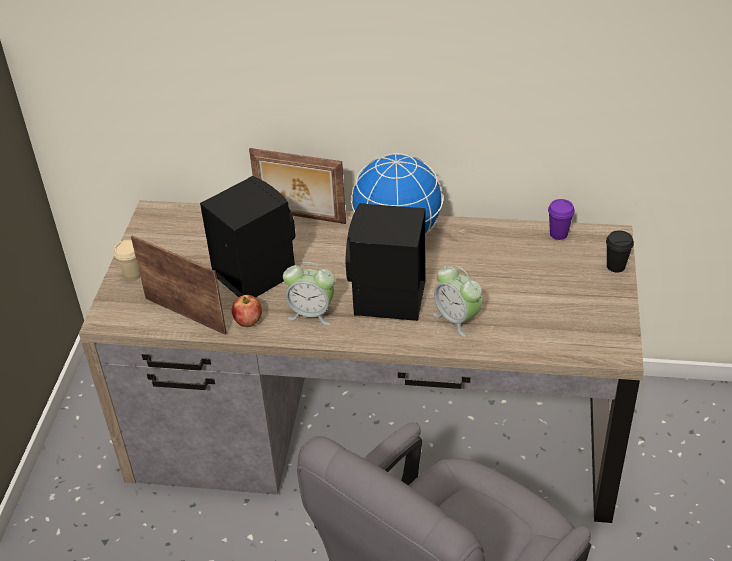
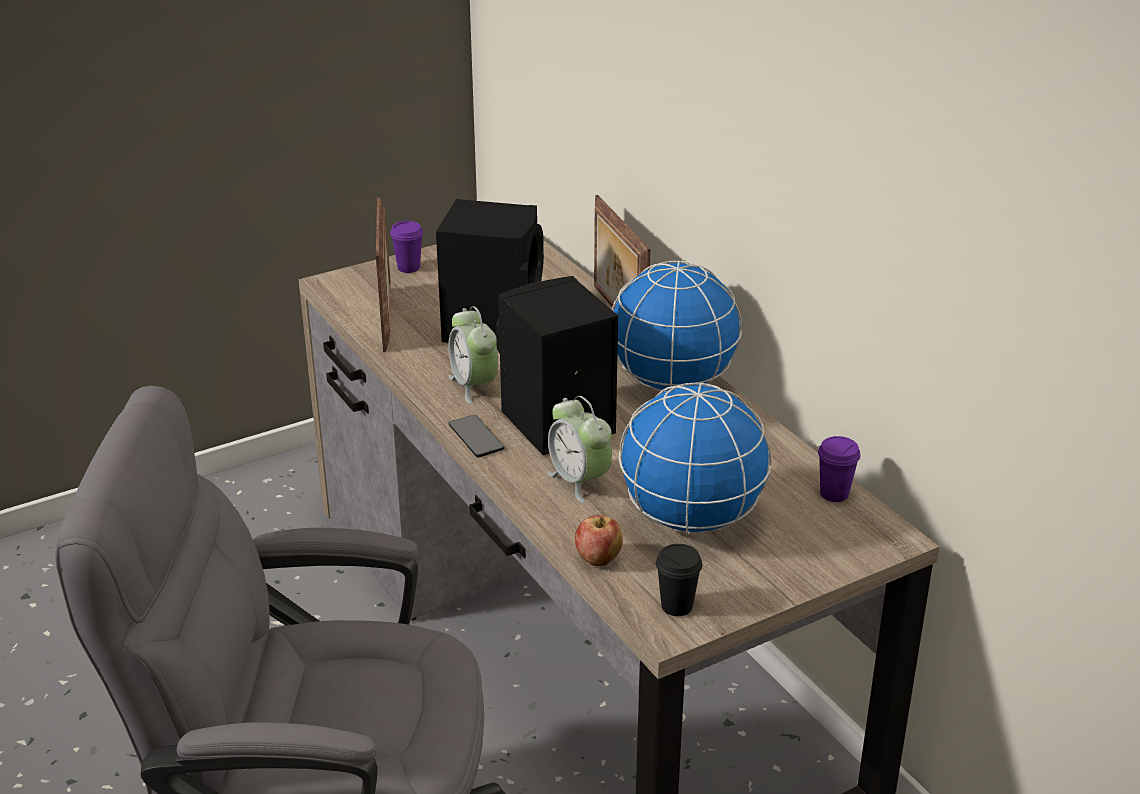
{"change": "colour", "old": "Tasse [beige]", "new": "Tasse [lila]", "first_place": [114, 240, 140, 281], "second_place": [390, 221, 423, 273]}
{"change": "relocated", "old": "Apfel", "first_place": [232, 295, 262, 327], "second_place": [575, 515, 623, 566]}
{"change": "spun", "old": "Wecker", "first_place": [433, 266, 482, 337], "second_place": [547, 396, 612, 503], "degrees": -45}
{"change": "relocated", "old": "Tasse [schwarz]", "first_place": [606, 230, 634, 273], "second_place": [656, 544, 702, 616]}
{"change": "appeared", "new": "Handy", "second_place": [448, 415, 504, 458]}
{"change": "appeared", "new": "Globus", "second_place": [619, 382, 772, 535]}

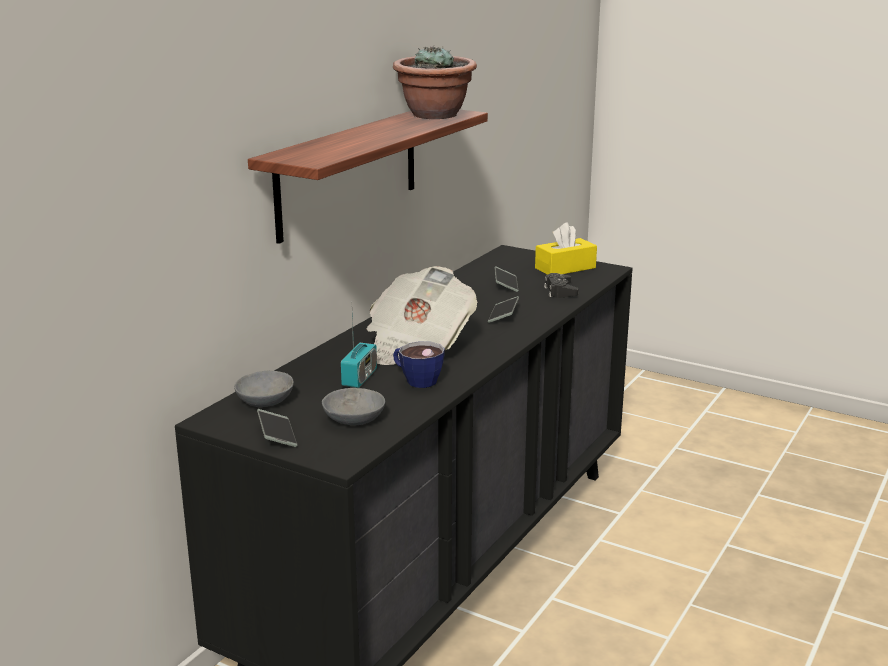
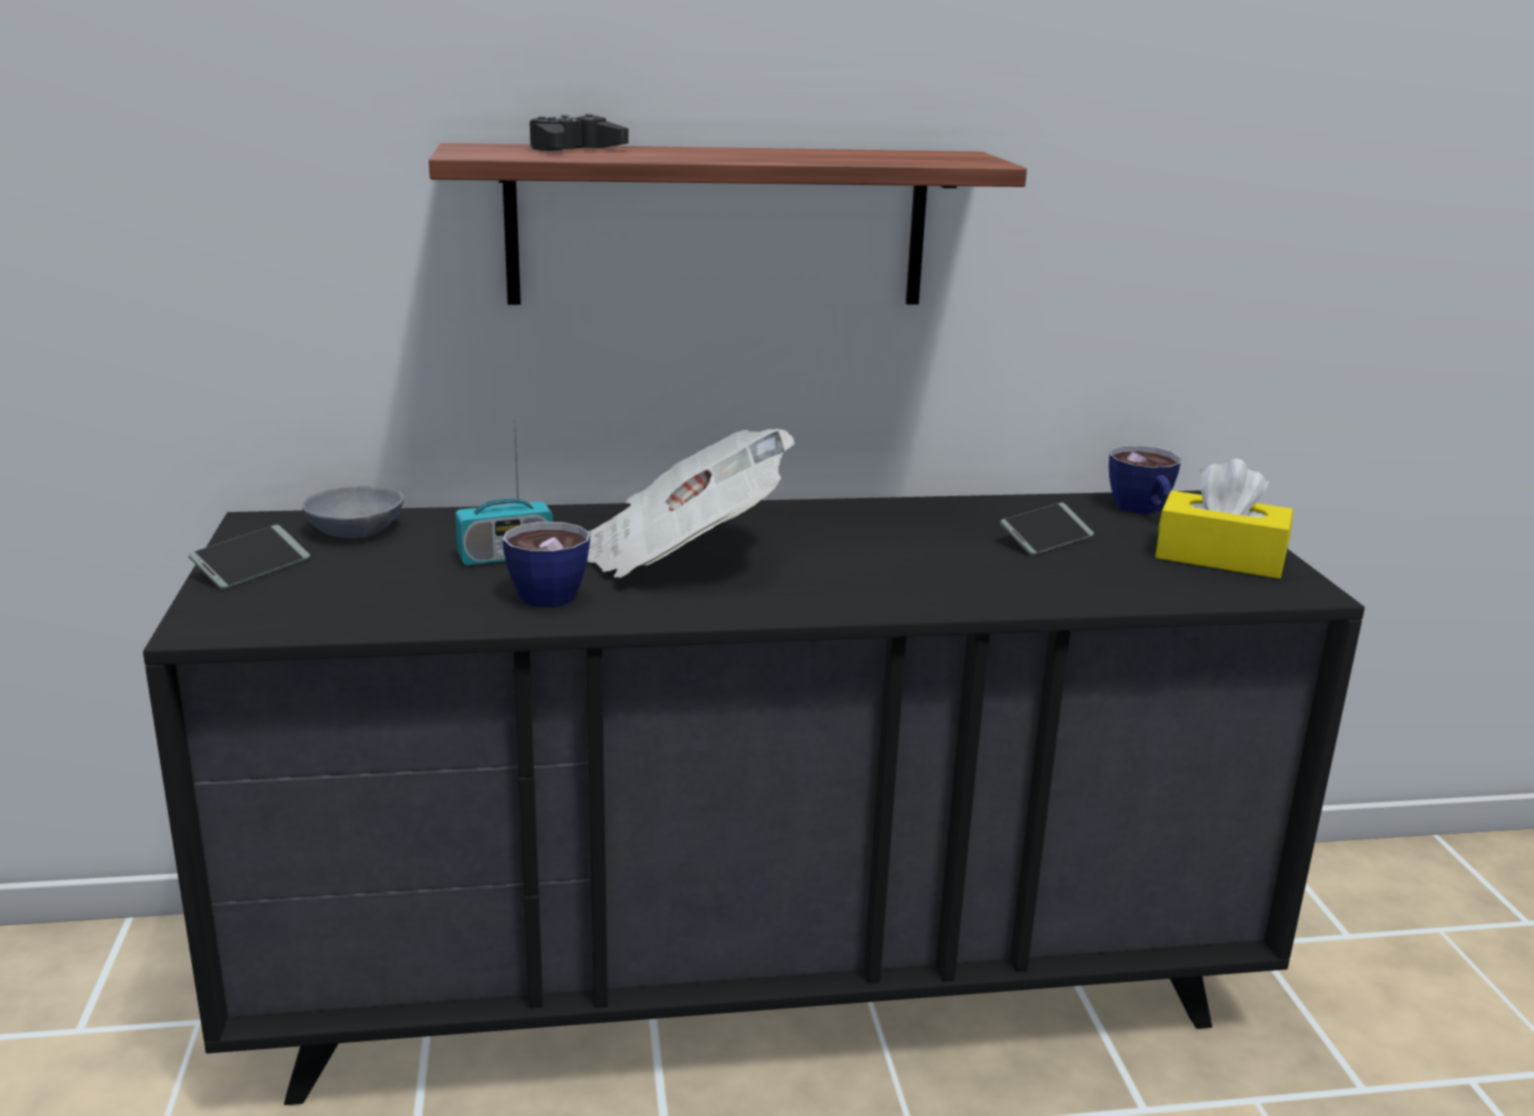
{"change": "missing", "old": "Schüssel [grau]", "first_place": [322, 388, 385, 425]}
{"change": "missing", "old": "Topfpflanze", "first_place": [393, 46, 477, 119]}
{"change": "missing", "old": "Handy", "first_place": [488, 296, 519, 323]}
{"change": "relocated", "old": "Gamepad [schwarz]", "first_place": [544, 273, 578, 298], "second_place": [530, 114, 629, 151]}
{"change": "appeared", "new": "Tasse", "second_place": [1109, 445, 1181, 514]}

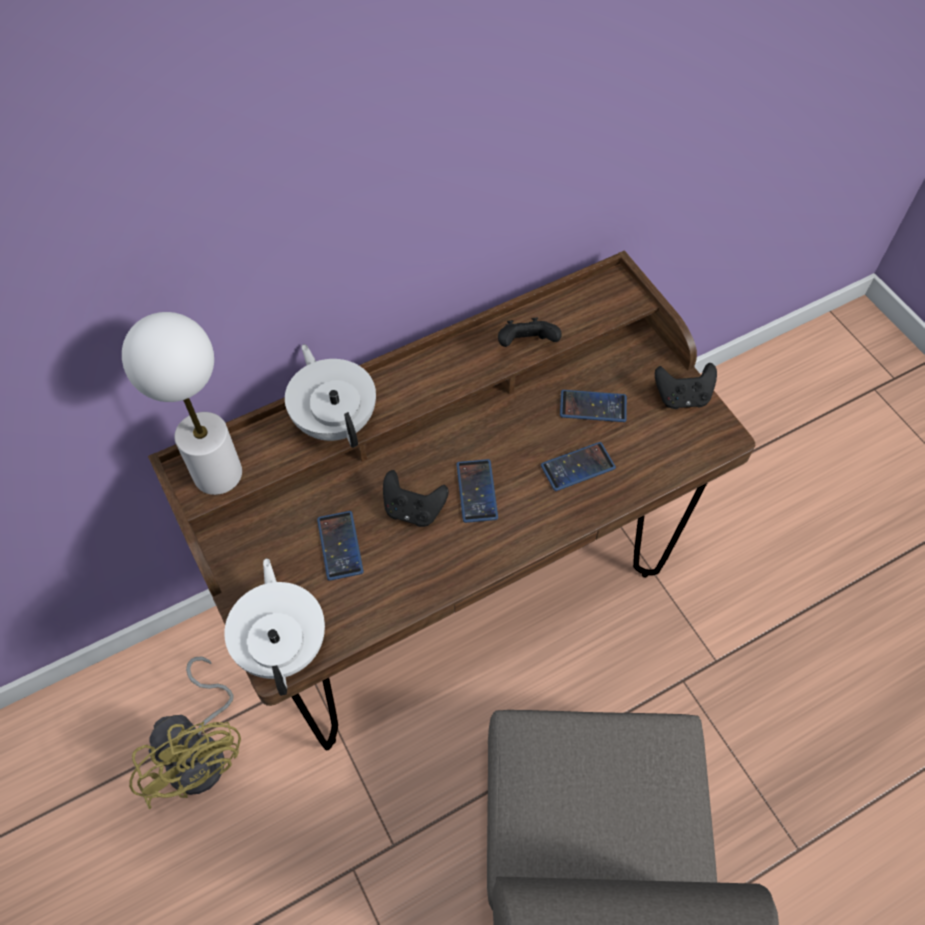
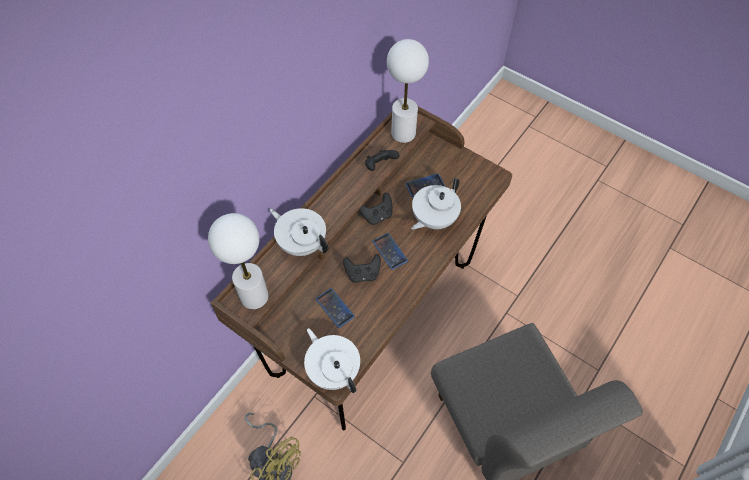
{"change": "exchanged", "old": "Handy", "new": "Teekanne [weiß]", "first_place": [541, 442, 616, 491], "second_place": [411, 178, 461, 230]}
{"change": "relocated", "old": "Gamepad [schwarz]", "first_place": [655, 363, 717, 409], "second_place": [359, 192, 393, 225]}
{"change": "appeared", "new": "Tischlampe [weiß]", "second_place": [387, 39, 429, 143]}

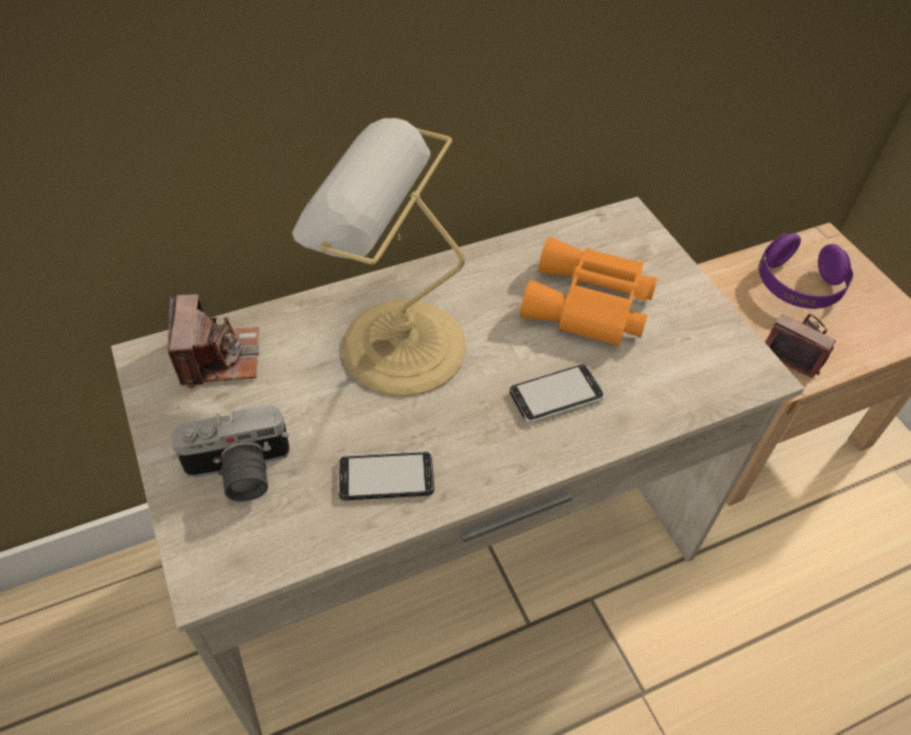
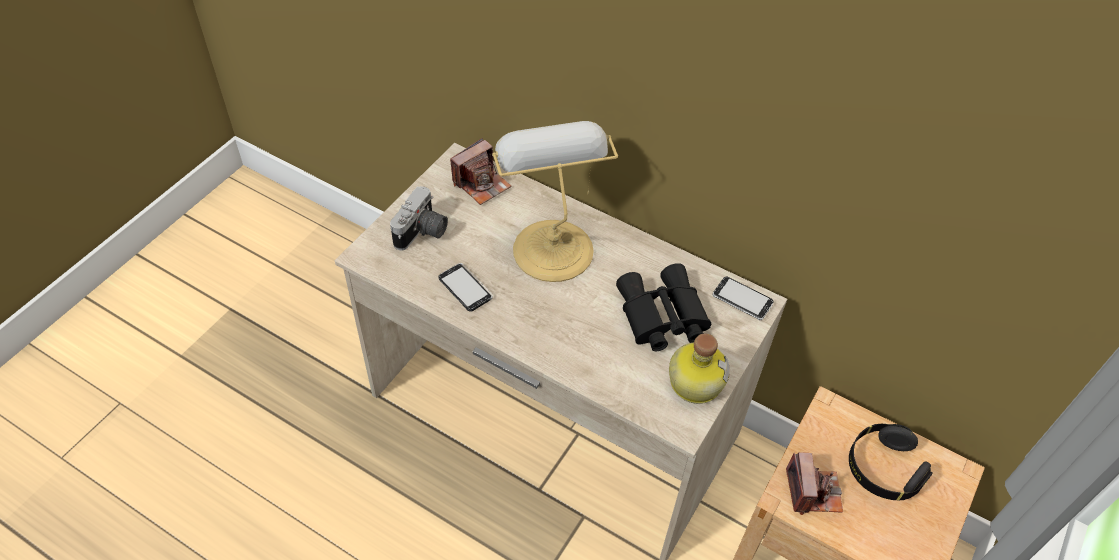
{"change": "spun", "old": "Kamera", "first_place": [170, 404, 290, 501], "second_place": [390, 186, 448, 251], "degrees": -105}
{"change": "relocated", "old": "Handy", "first_place": [510, 365, 605, 423], "second_place": [713, 277, 774, 320]}
{"change": "colour", "old": "Fernglas [orange]", "new": "Fernglas [schwarz]", "first_place": [520, 237, 658, 347], "second_place": [616, 263, 711, 351]}
{"change": "colour", "old": "Kopfhörer [lila]", "new": "Kopfhörer [schwarz]", "first_place": [759, 233, 853, 309], "second_place": [849, 424, 933, 500]}
{"change": "appeared", "new": "Flasche", "second_place": [669, 334, 730, 404]}

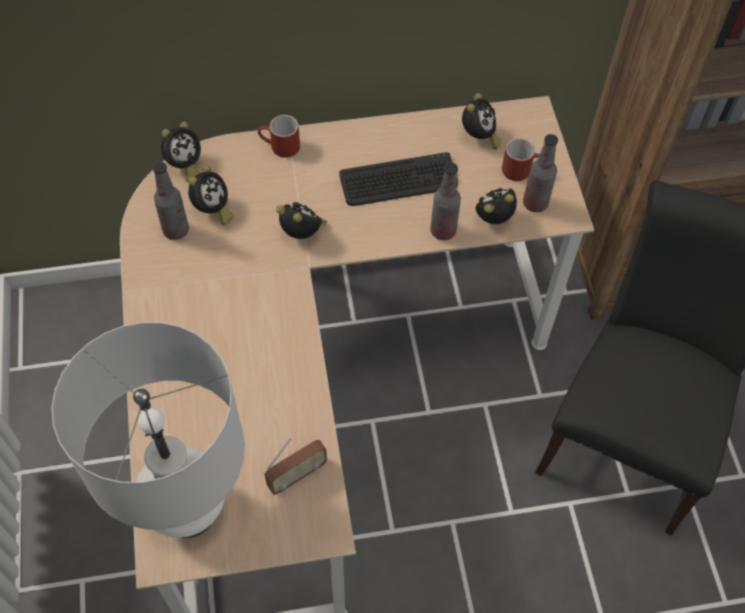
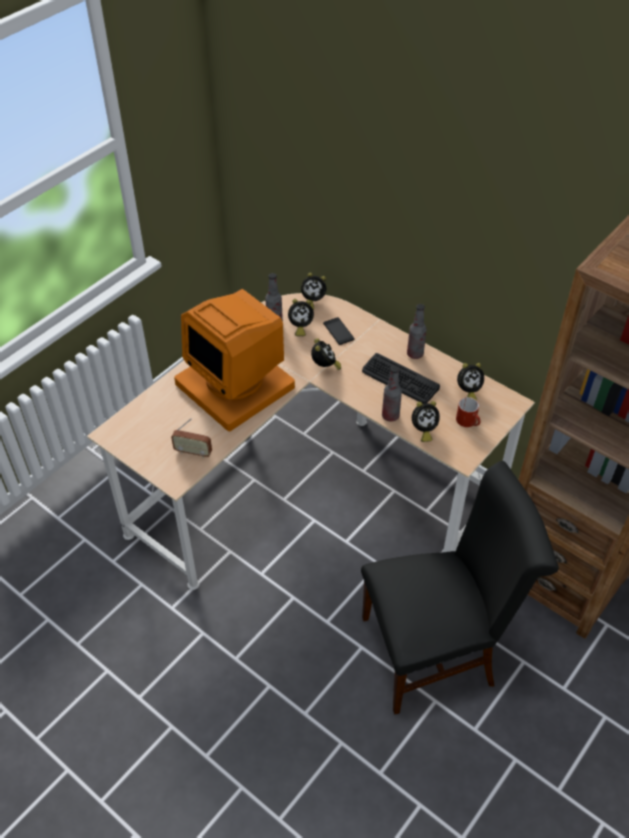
{"change": "missing", "old": "Tischlampe [weiß]", "first_place": [52, 322, 245, 538]}
{"change": "missing", "old": "Henkelbecher [rot]", "first_place": [258, 115, 300, 158]}
{"change": "spun", "old": "Wecker", "first_place": [475, 188, 517, 224], "second_place": [412, 401, 440, 442], "degrees": 135}
{"change": "relocated", "old": "Flasche", "first_place": [523, 134, 558, 212], "second_place": [407, 304, 427, 359]}
{"change": "appeared", "new": "Monitor", "second_place": [174, 289, 295, 431]}
{"change": "appeared", "new": "Handy", "second_place": [323, 317, 354, 345]}

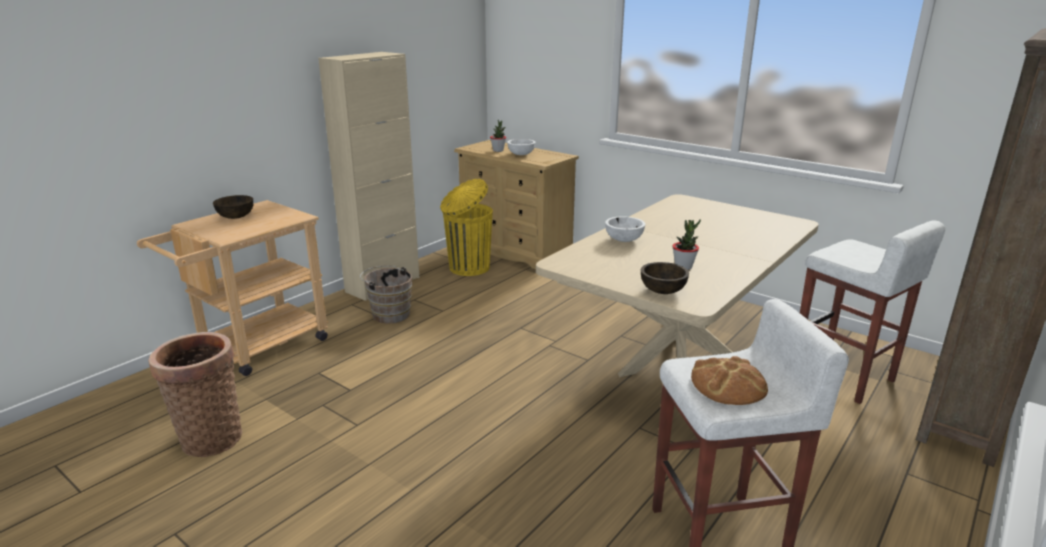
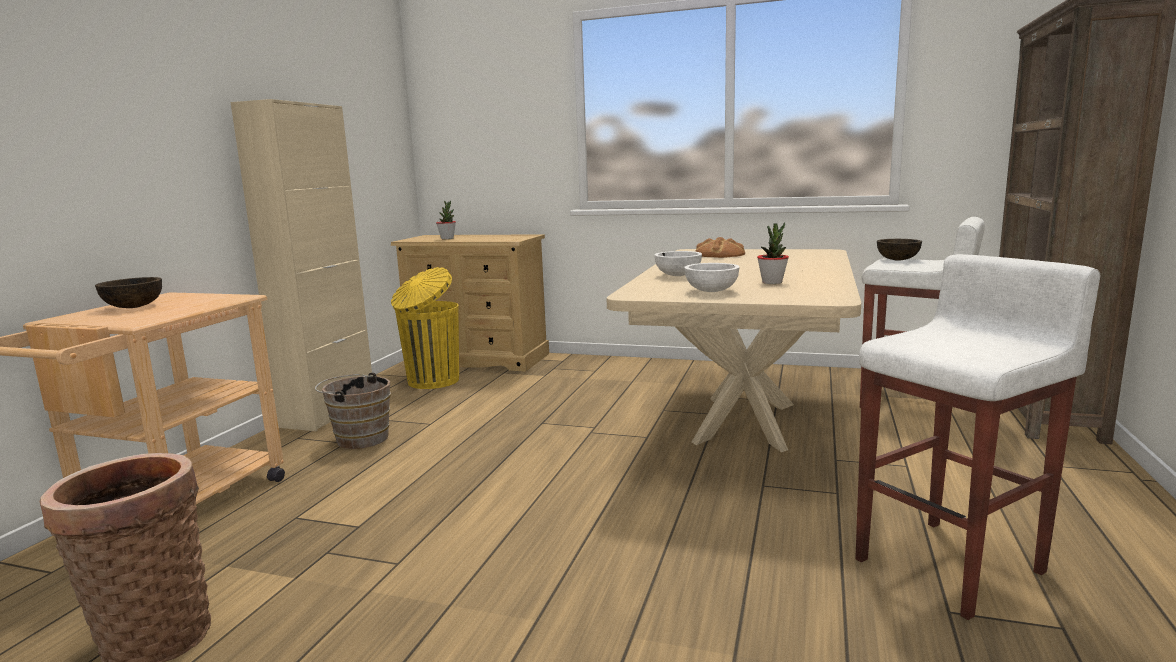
{"change": "relocated", "old": "Schüssel [weiß]", "first_place": [507, 139, 535, 155], "second_place": [684, 263, 740, 292]}
{"change": "relocated", "old": "Schüssel [braun]", "first_place": [641, 262, 689, 294], "second_place": [877, 239, 922, 261]}
{"change": "relocated", "old": "Brot", "first_place": [691, 356, 768, 405], "second_place": [696, 237, 745, 258]}

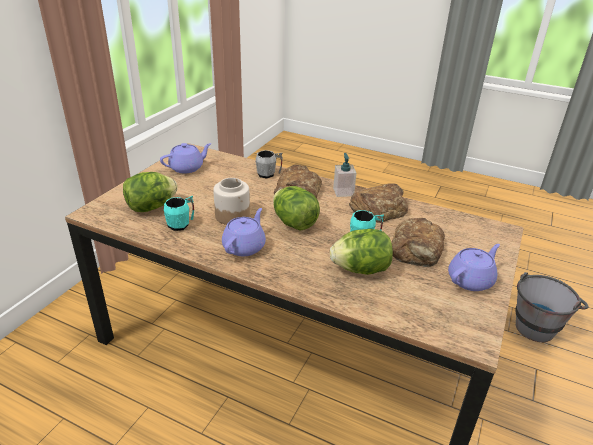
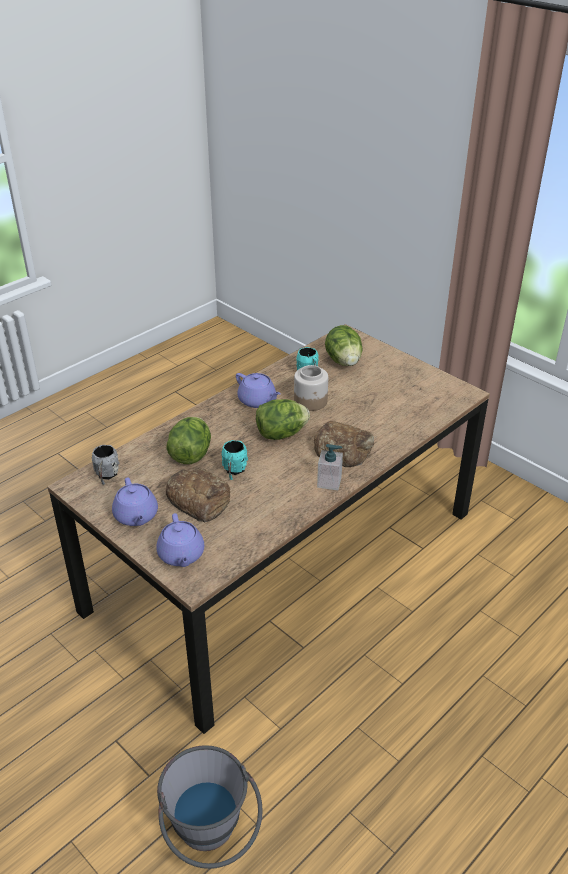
{"change": "relocated", "old": "Teekanne [lila]", "first_place": [160, 143, 212, 174], "second_place": [156, 513, 204, 567]}
{"change": "relocated", "old": "Henkelbecher [grau]", "first_place": [256, 150, 283, 179], "second_place": [92, 445, 119, 485]}
{"change": "missing", "old": "Brot", "first_place": [349, 183, 408, 223]}

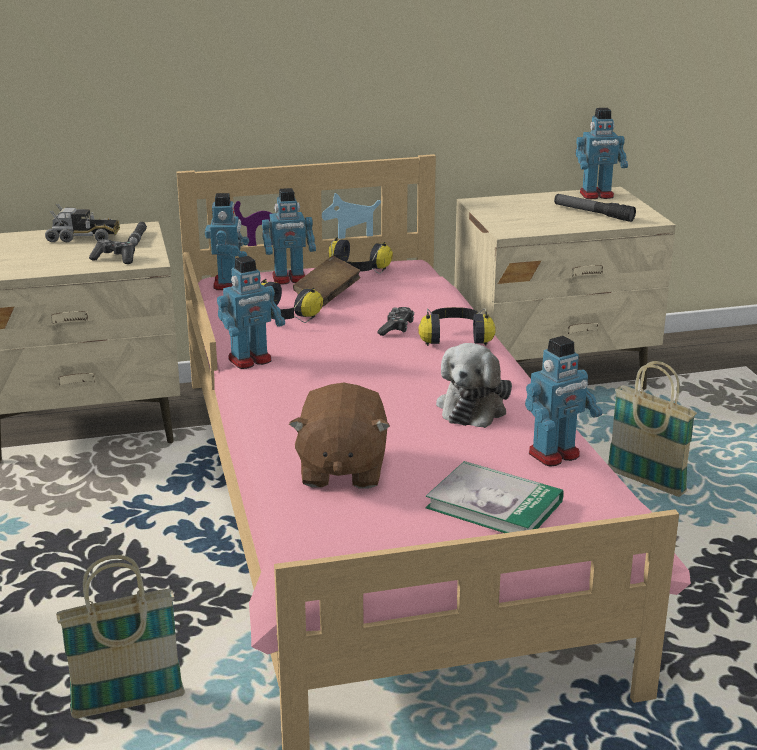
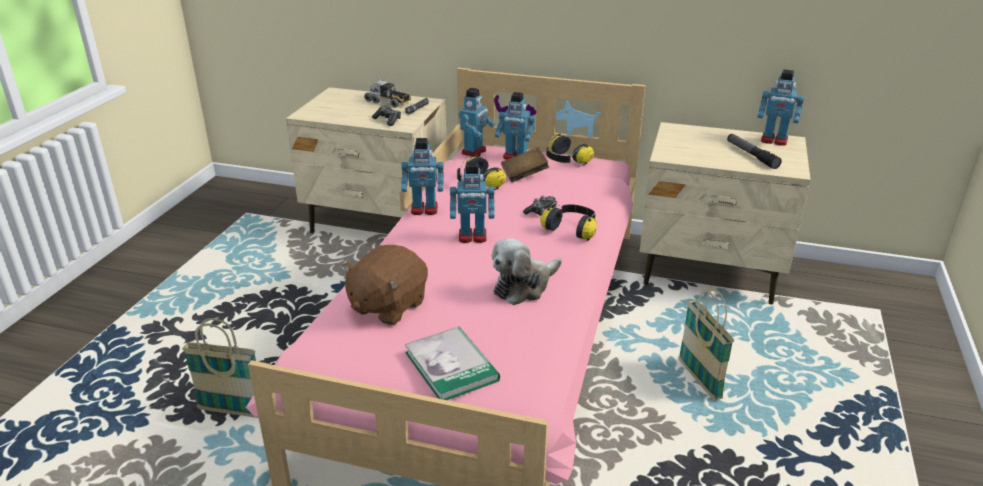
{"change": "relocated", "old": "Spielzeugroboter", "first_place": [525, 336, 603, 467], "second_place": [450, 162, 495, 243]}

